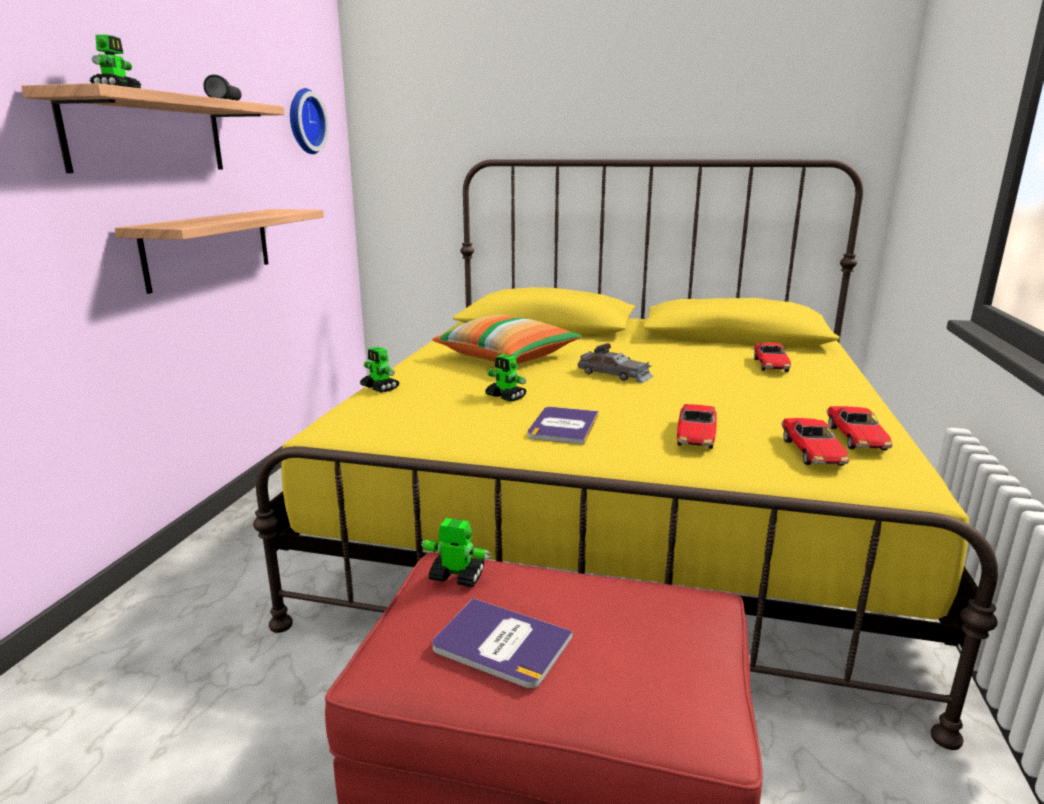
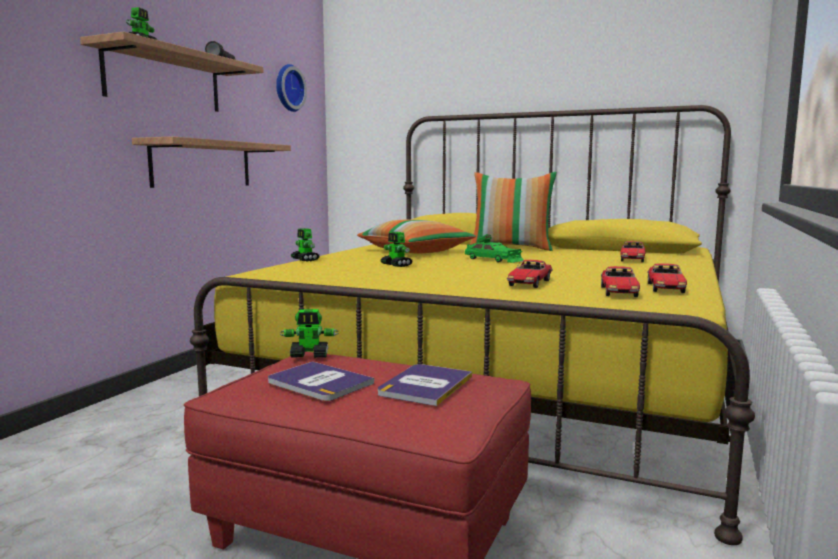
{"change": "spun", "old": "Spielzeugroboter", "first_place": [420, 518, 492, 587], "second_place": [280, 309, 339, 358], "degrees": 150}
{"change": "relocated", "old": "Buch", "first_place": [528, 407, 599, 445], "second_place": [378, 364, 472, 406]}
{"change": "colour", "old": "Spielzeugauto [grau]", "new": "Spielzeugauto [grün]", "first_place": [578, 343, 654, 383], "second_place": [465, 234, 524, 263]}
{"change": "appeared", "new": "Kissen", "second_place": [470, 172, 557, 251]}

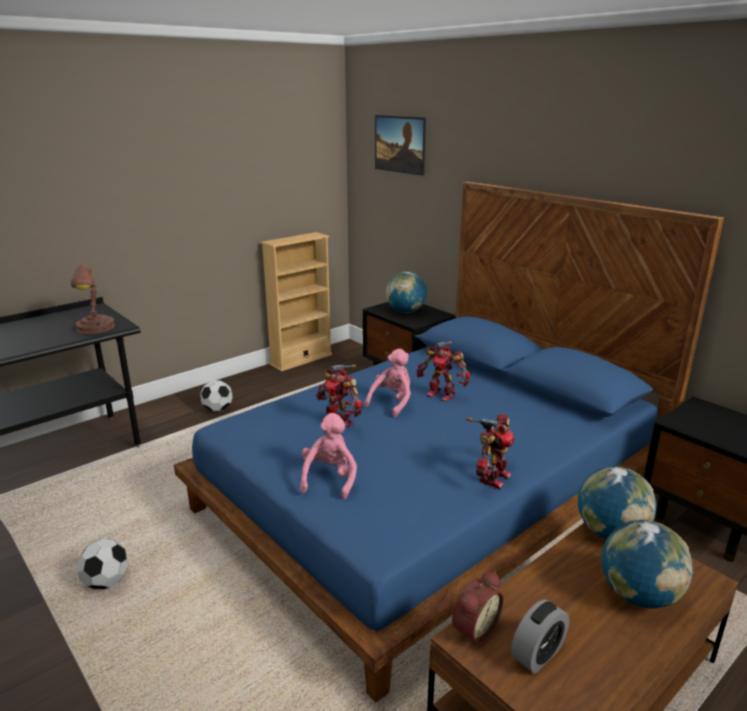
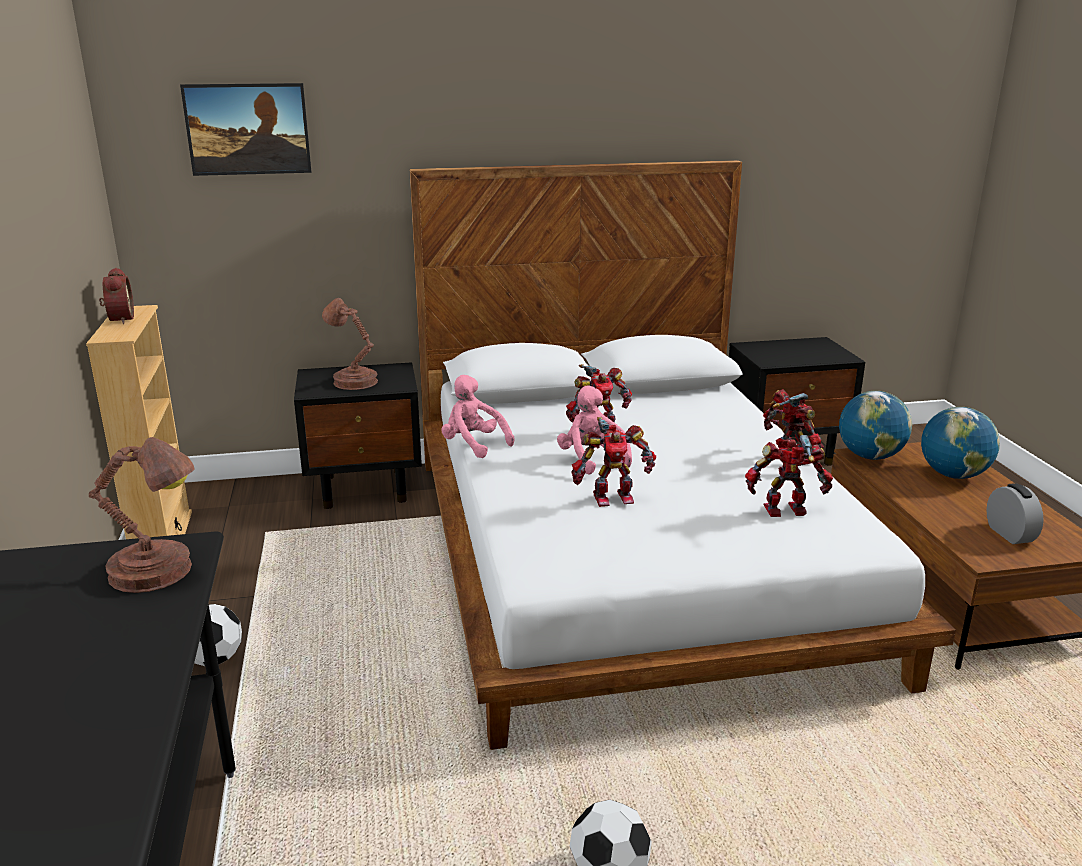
{"change": "colour", "old": "Bett [blau]", "new": "Bett [weiß]", "first_place": [174, 181, 724, 702], "second_place": [409, 160, 956, 750]}
{"change": "relocated", "old": "Plüschtier [rosa]", "first_place": [300, 413, 357, 499], "second_place": [441, 375, 514, 458]}
{"change": "exchanged", "old": "Globus", "new": "Tischlampe [braun]", "first_place": [386, 272, 427, 313], "second_place": [322, 298, 378, 390]}
{"change": "relocated", "old": "Wecker", "first_place": [452, 571, 504, 645], "second_place": [99, 268, 134, 324]}
{"change": "appeared", "new": "Spielzeugroboter", "second_place": [745, 435, 833, 517]}

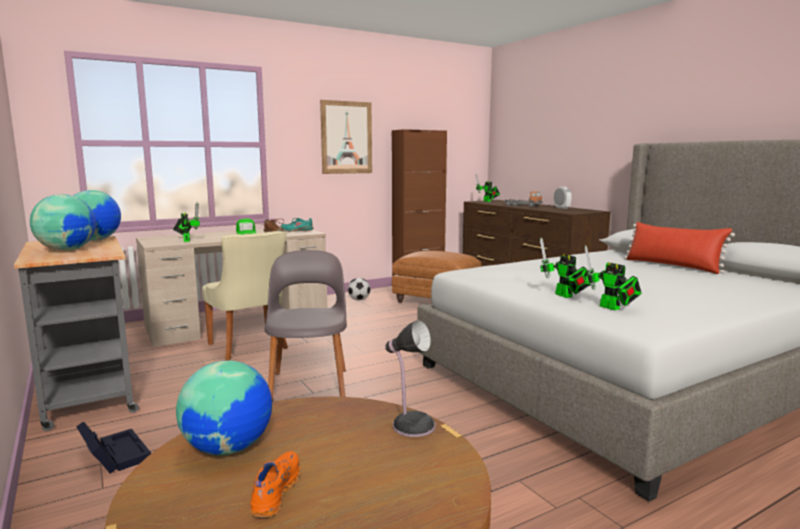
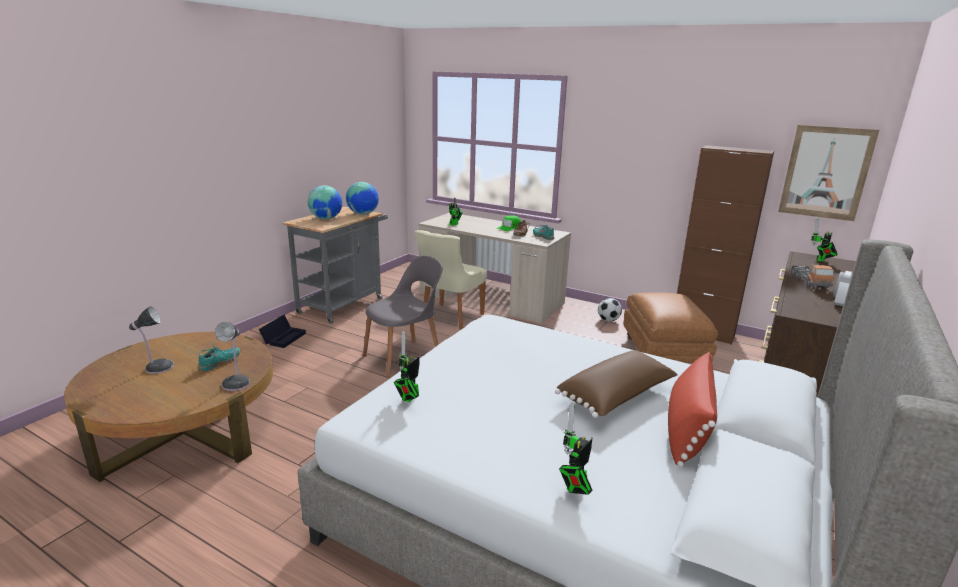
{"change": "missing", "old": "Globus", "first_place": [176, 360, 272, 455]}
{"change": "exchanged", "old": "Schuh [orange]", "new": "Tischlampe", "first_place": [250, 451, 300, 517], "second_place": [129, 306, 174, 374]}
{"change": "relocated", "old": "Bild", "first_place": [320, 100, 372, 174], "second_place": [778, 125, 879, 221]}
{"change": "relocated", "old": "Spielzeugroboter", "first_place": [540, 238, 590, 298], "second_place": [559, 402, 592, 495]}
{"change": "appeared", "new": "Schuh [türkis]", "second_place": [198, 343, 241, 372]}
{"change": "appeared", "new": "Kissen [braun]", "second_place": [555, 350, 678, 418]}

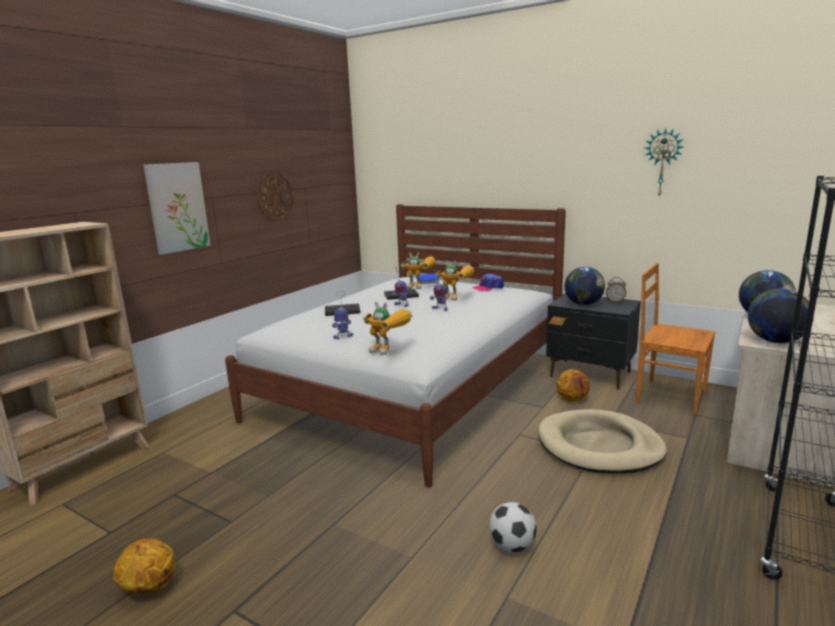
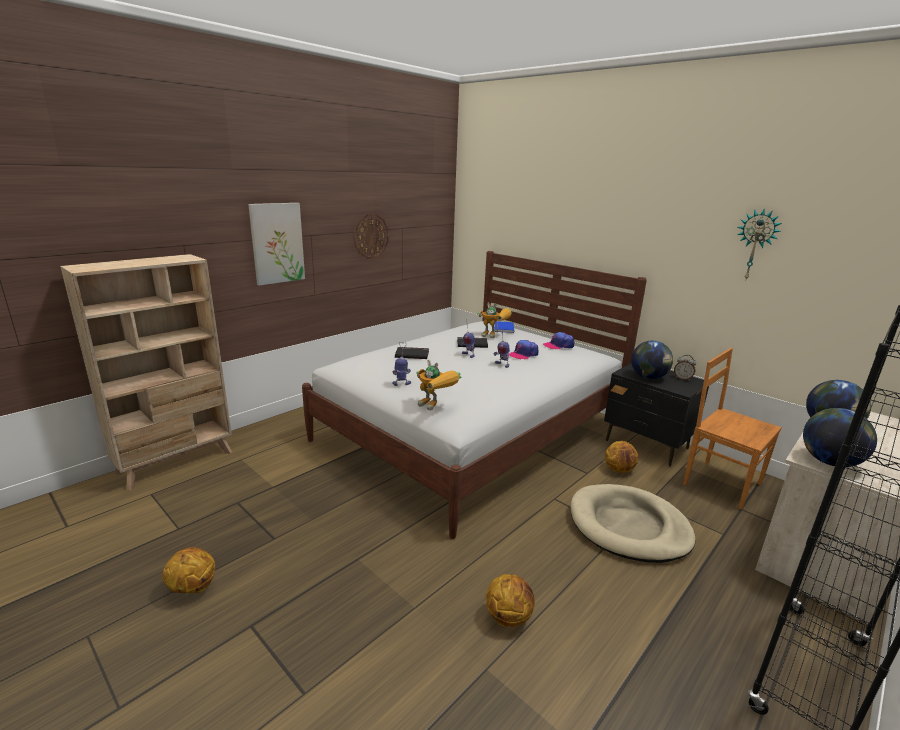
{"change": "exchanged", "old": "Spielzeugroboter", "new": "Kappe", "first_place": [435, 260, 474, 301], "second_place": [508, 340, 539, 360]}
{"change": "exchanged", "old": "Fußball", "new": "Basketball", "first_place": [489, 502, 537, 552], "second_place": [485, 574, 535, 627]}

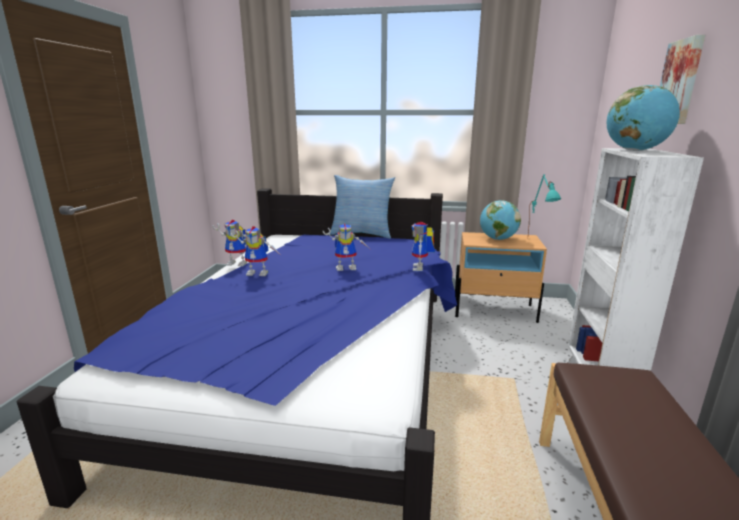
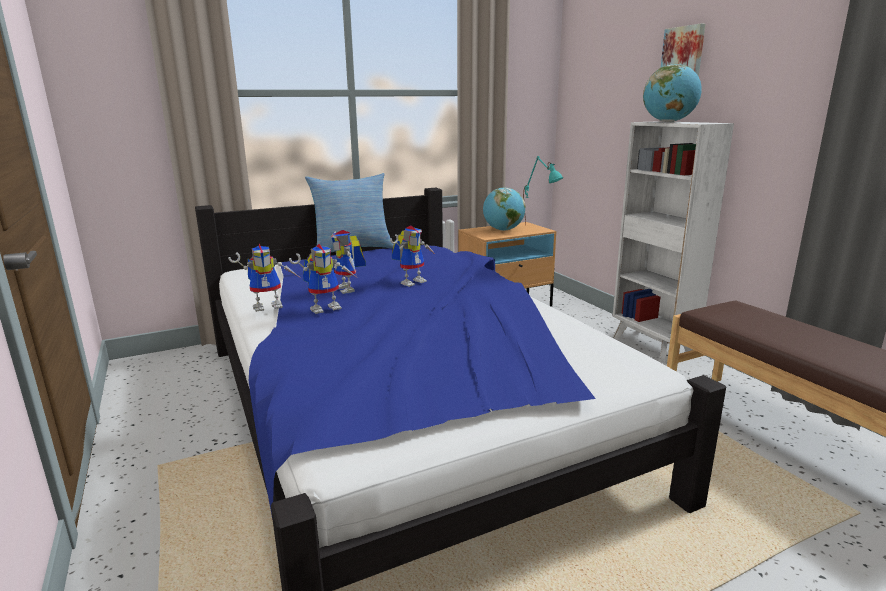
{"change": "relocated", "old": "Spielzeugroboter", "first_place": [412, 222, 435, 271], "second_place": [331, 230, 366, 294]}

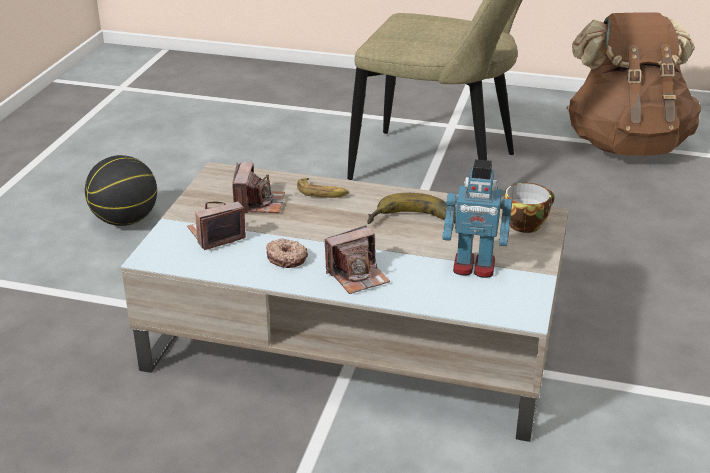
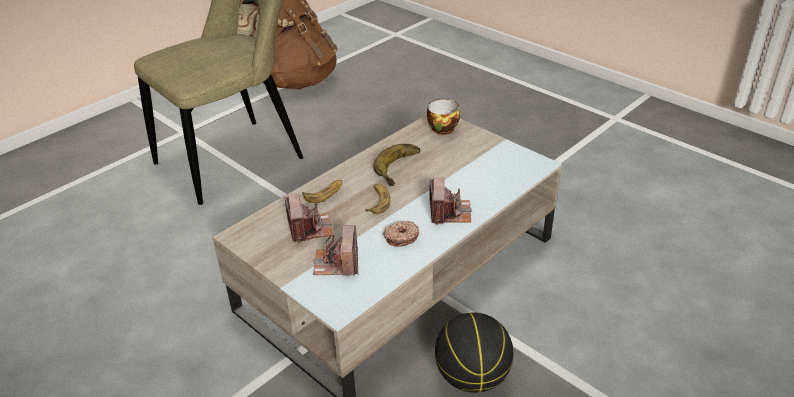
{"change": "relocated", "old": "Basketball", "first_place": [85, 155, 157, 226], "second_place": [435, 313, 514, 393]}
{"change": "spun", "old": "Kamera", "first_place": [232, 162, 285, 213], "second_place": [284, 194, 333, 243], "degrees": 45}
{"change": "missing", "old": "Spielzeugroboter", "first_place": [442, 160, 512, 278]}
{"change": "appeared", "new": "Banane", "second_place": [365, 184, 391, 214]}

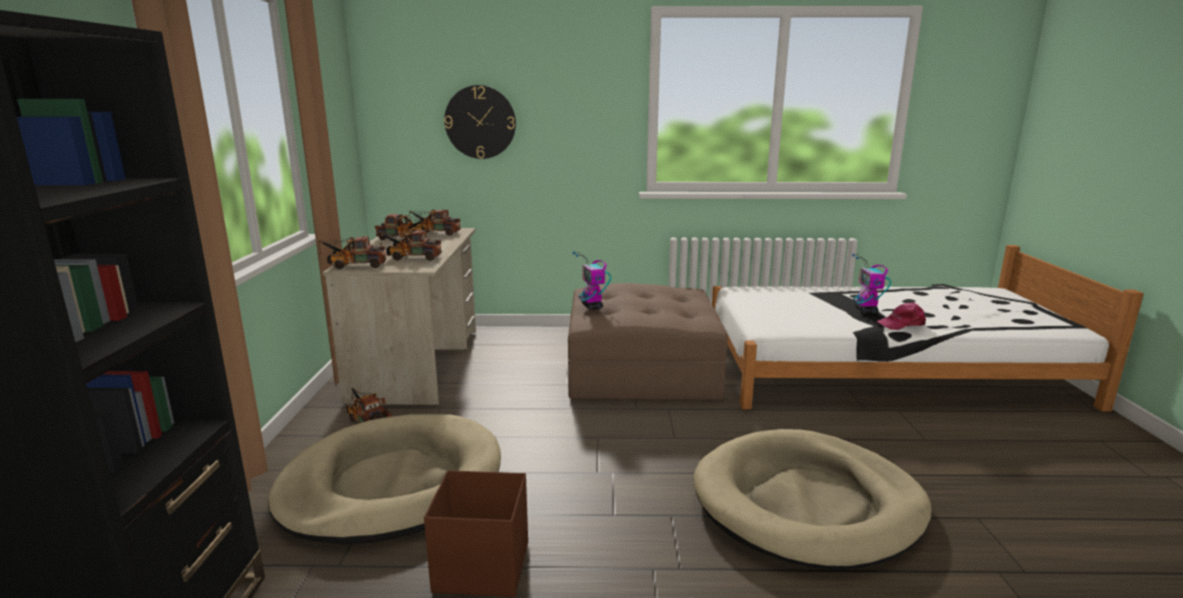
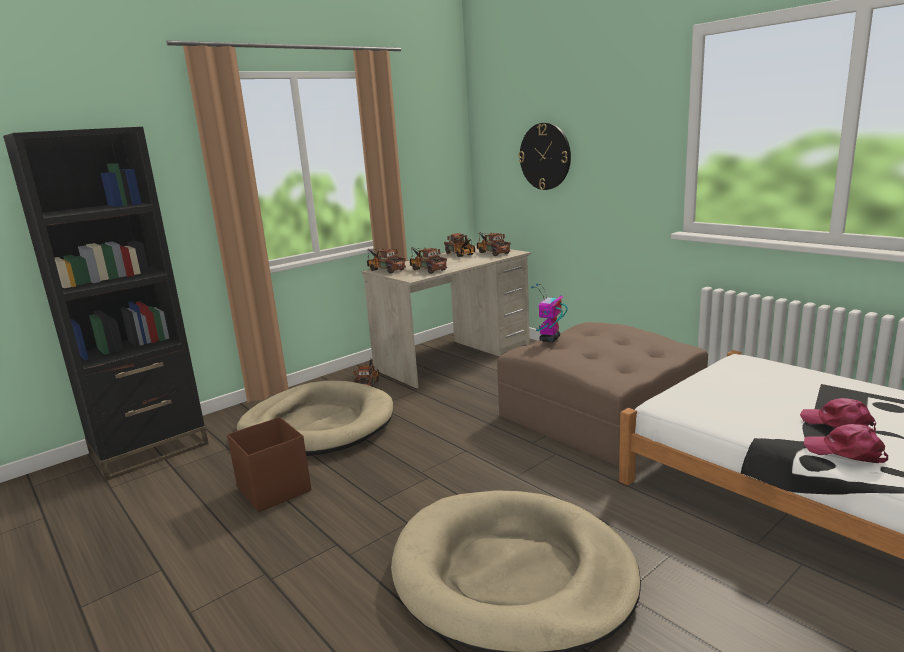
{"change": "exchanged", "old": "Spielzeugroboter", "new": "Kappe [rosa]", "first_place": [852, 254, 891, 314], "second_place": [800, 398, 876, 433]}

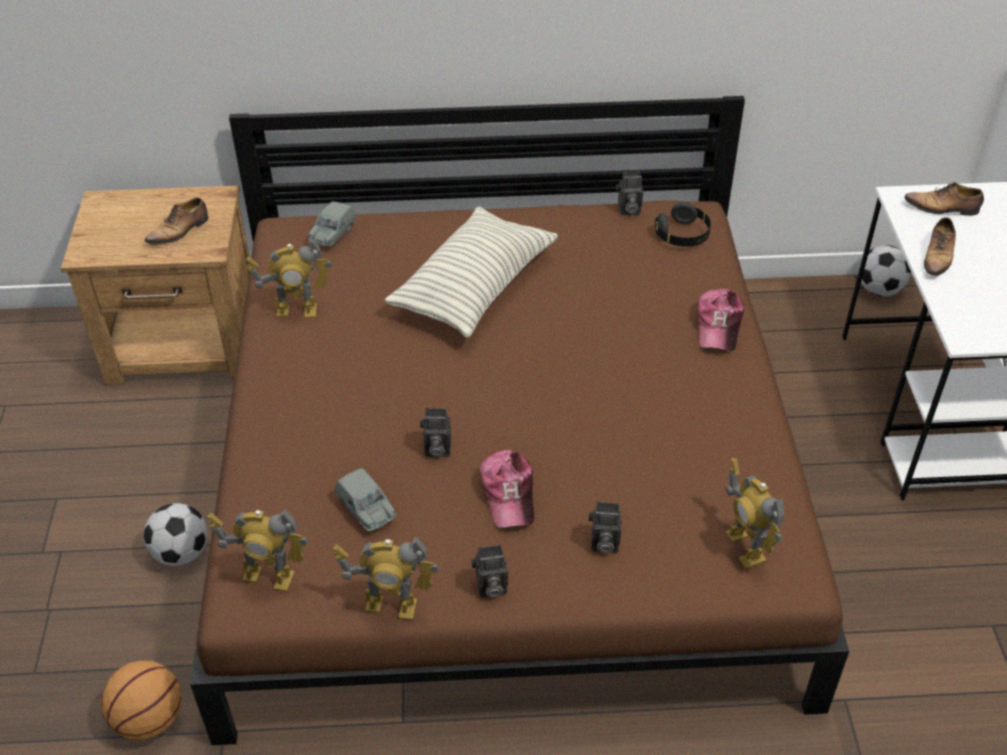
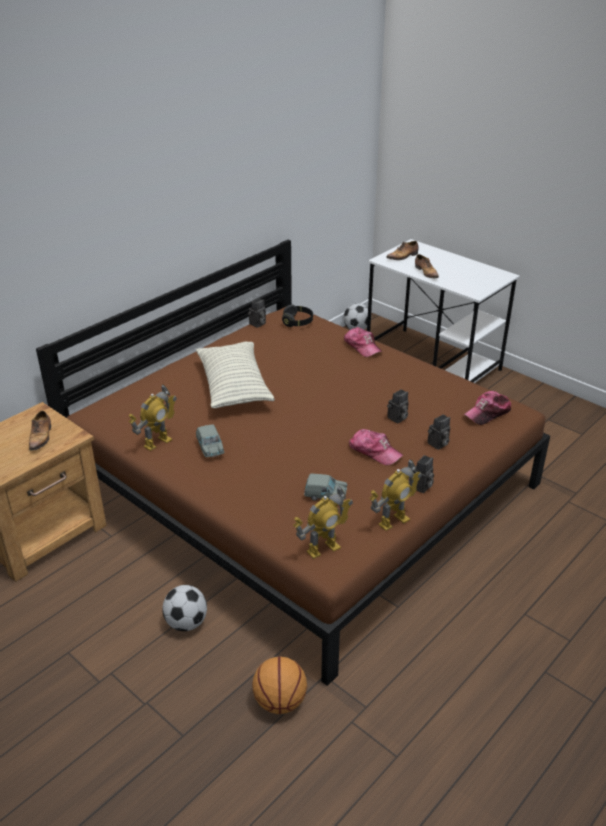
{"change": "relocated", "old": "Spielzeugauto [grau]", "first_place": [308, 201, 356, 247], "second_place": [196, 425, 225, 457]}
{"change": "relocated", "old": "Kamera", "first_place": [420, 408, 451, 457], "second_place": [387, 389, 409, 424]}
{"change": "exchanged", "old": "Spielzeugroboter", "new": "Kappe", "first_place": [725, 458, 784, 569], "second_place": [464, 391, 512, 425]}

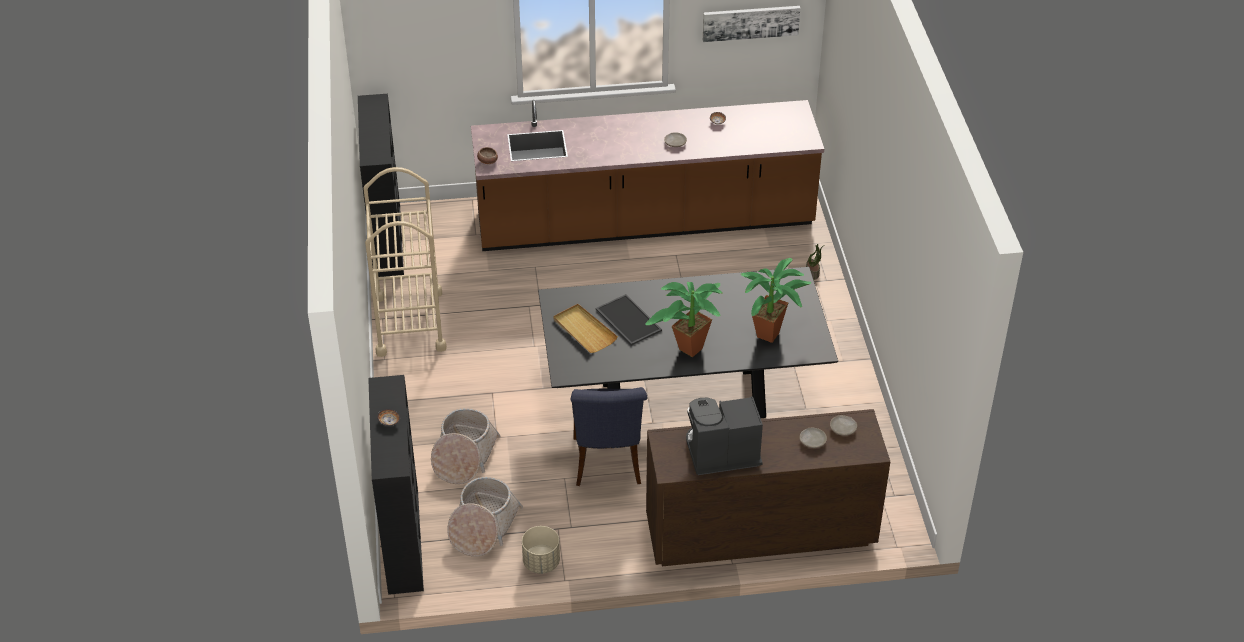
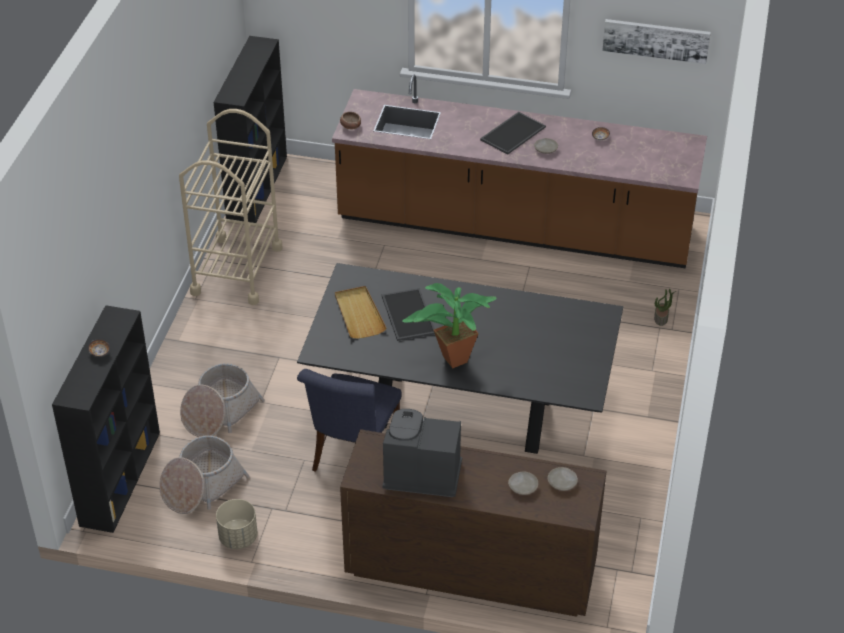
{"change": "missing", "old": "Topfpflanze", "first_place": [741, 258, 811, 343]}
{"change": "appeared", "new": "Tablett", "second_place": [480, 112, 546, 155]}

